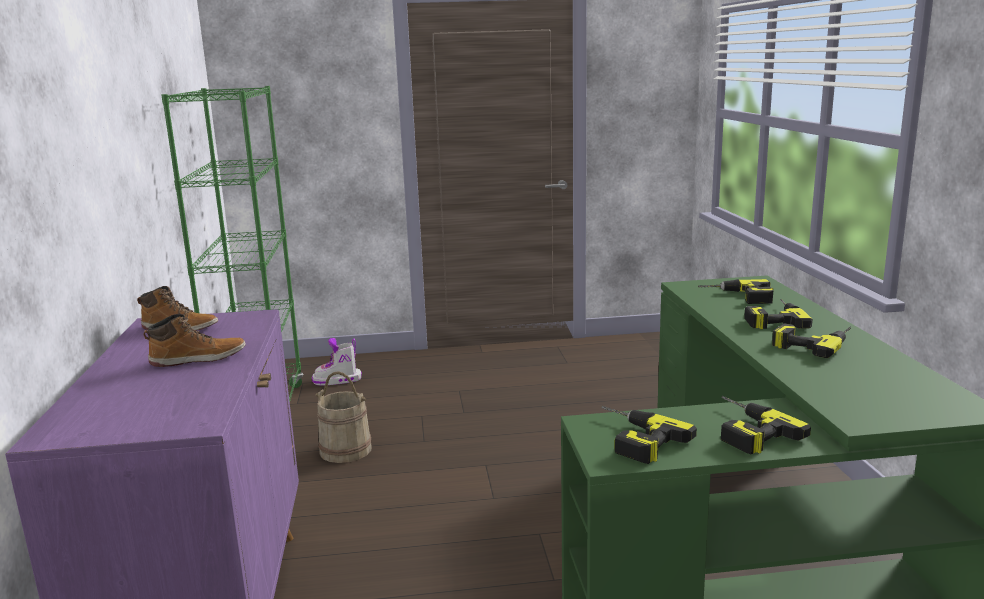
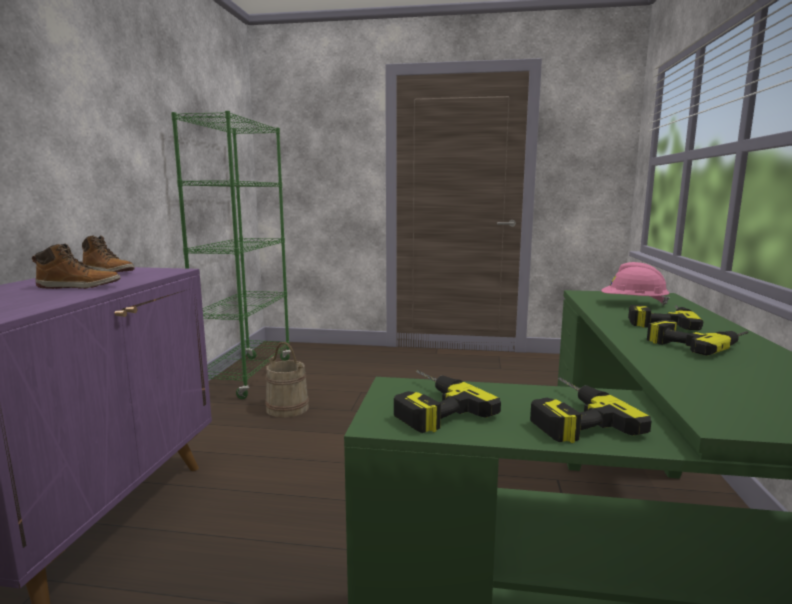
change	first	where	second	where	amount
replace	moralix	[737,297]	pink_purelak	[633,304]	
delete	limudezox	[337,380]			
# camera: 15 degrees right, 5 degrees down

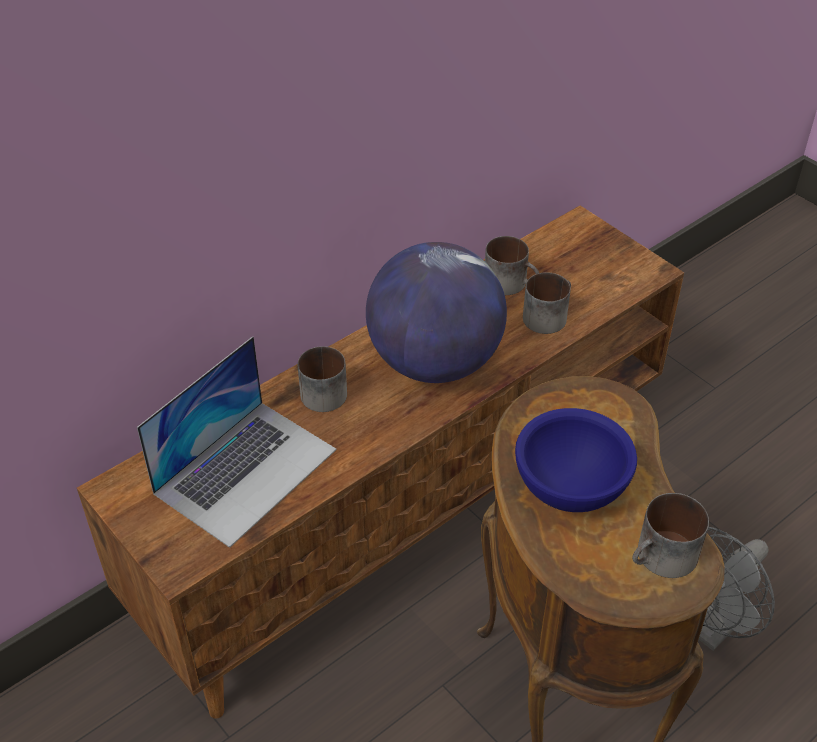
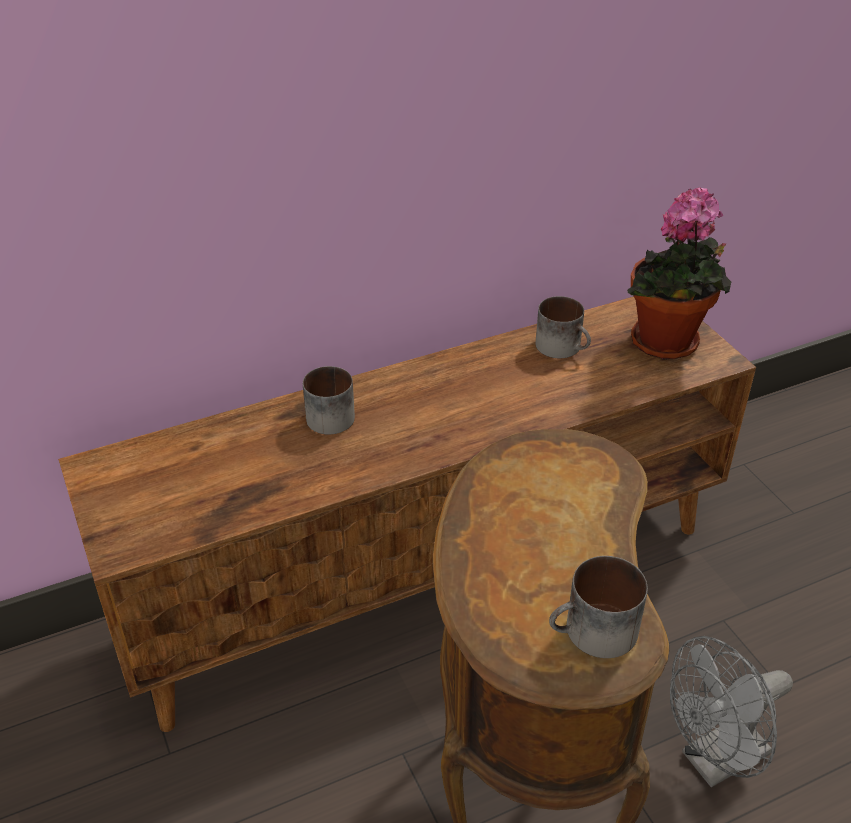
change	first	where	second	where	amount
insert			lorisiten	[667,345]	
delete	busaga	[246,470]			
delete	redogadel	[434,362]			
delete	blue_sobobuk	[572,488]			
delete	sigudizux	[547,315]			
# camera: 15 degrees right, 5 degrees down

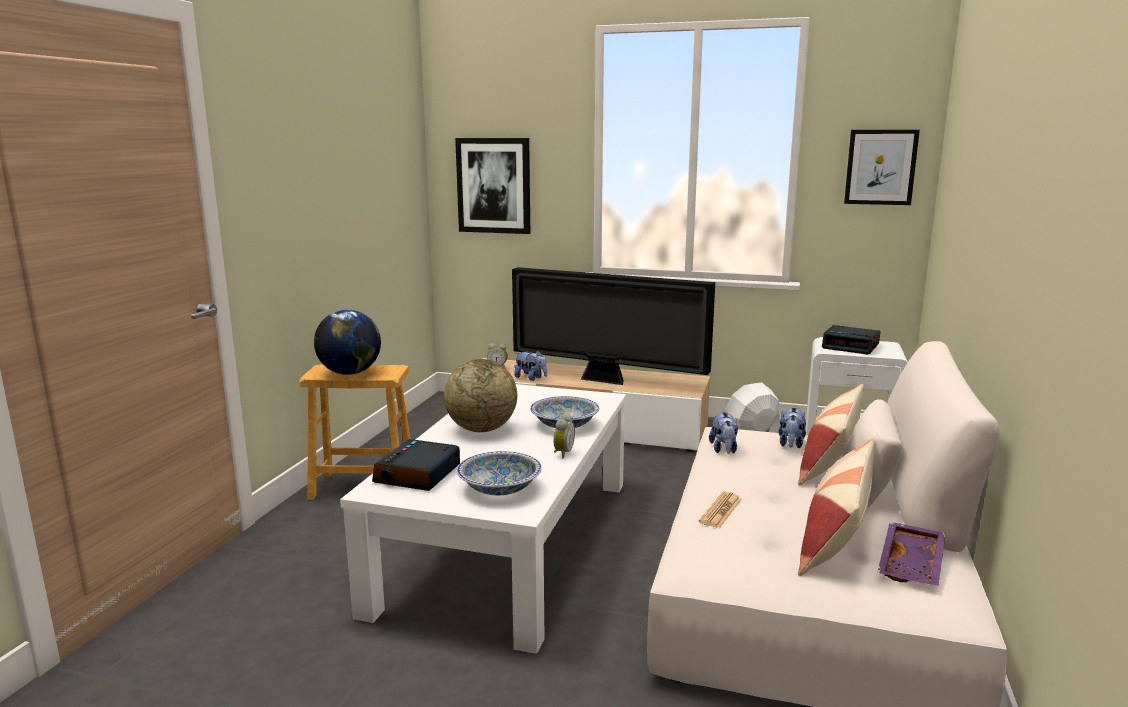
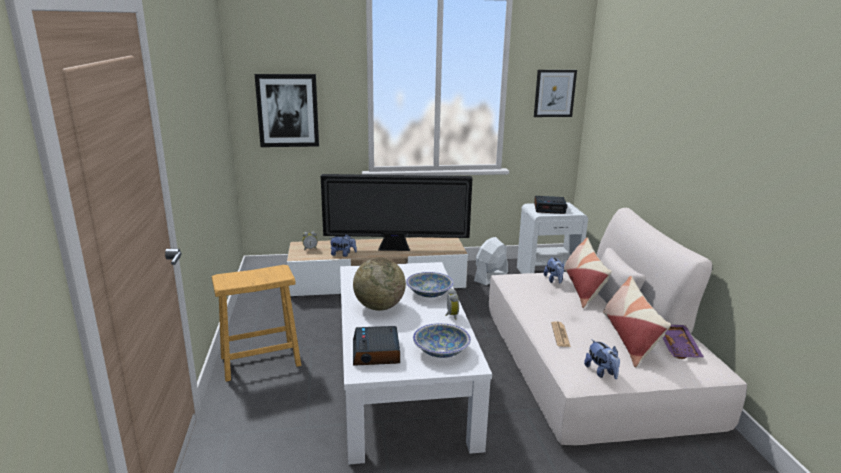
change	first	where	second	where	amount
move	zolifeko	[724,450]		[601,372]	
delete	redogadel	[350,373]			
# camera: 25 degrees left, 5 degrees up

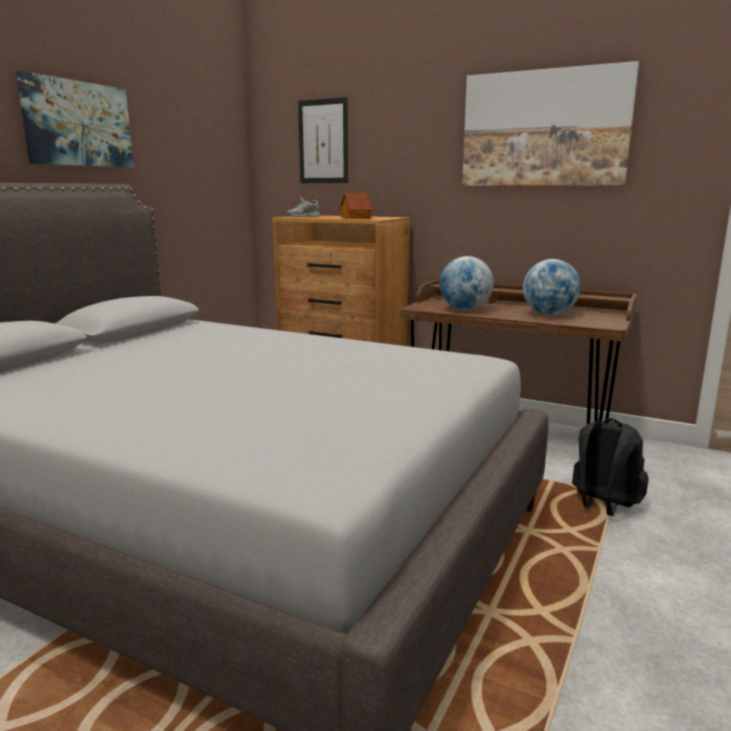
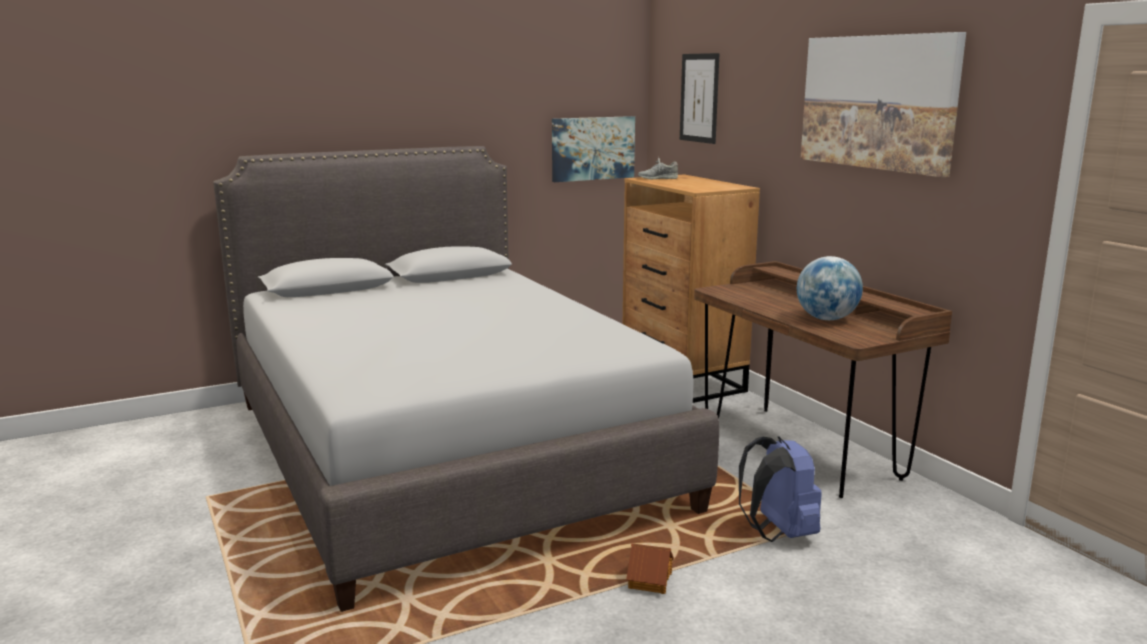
change	first	where	second	where	amount
move	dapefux	[78,124]		[592,148]	
move	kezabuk	[355,218]		[649,580]	
recolor	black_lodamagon	[603,507]	blue_lodamagon	[778,533]	
delete	redogadel	[465,310]			
# camera: 35 degrees right, 0 degrees up

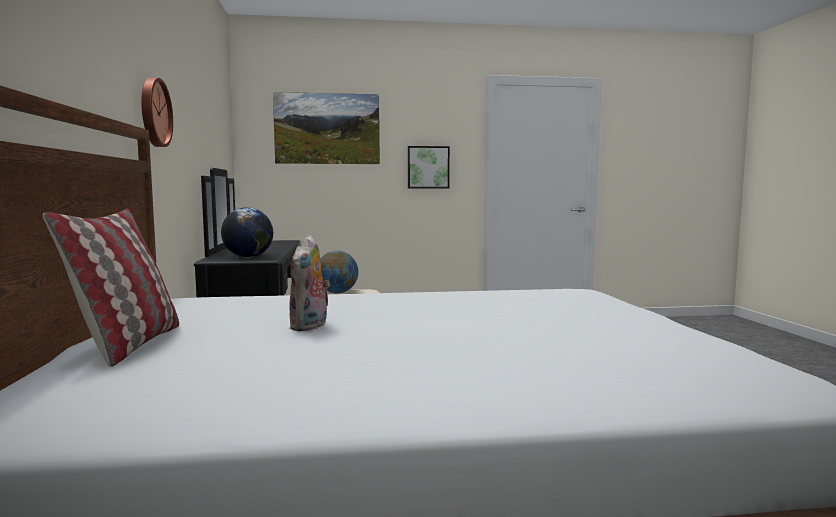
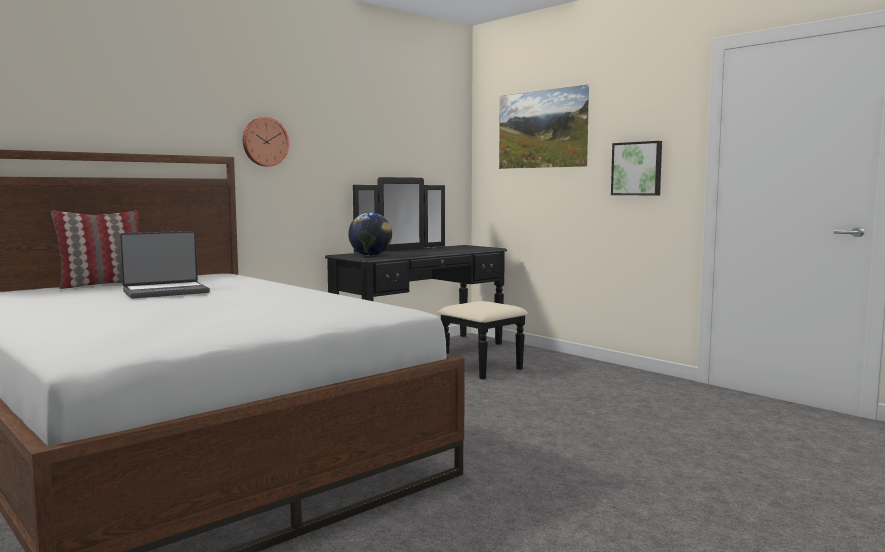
change	first	where	second	where	amount
replace	zolifeko	[310,326]	busaga	[166,292]	
delete	redogadel	[337,293]			
# camera: 55 degrees right, 0 degrees up

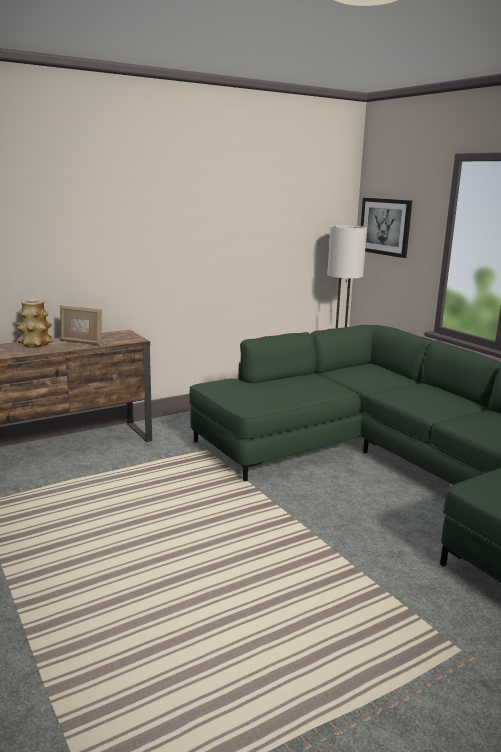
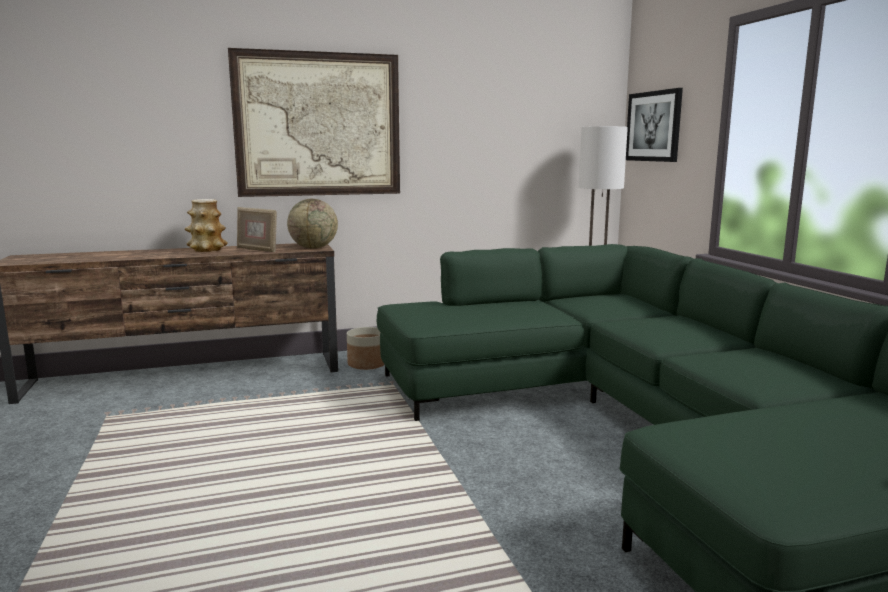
change	first	where	second	where	amount
insert			dapefux	[318,125]	
insert			redogadel	[313,248]	
insert			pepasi	[367,364]	
# camera: 15 degrees right, 5 degrees down

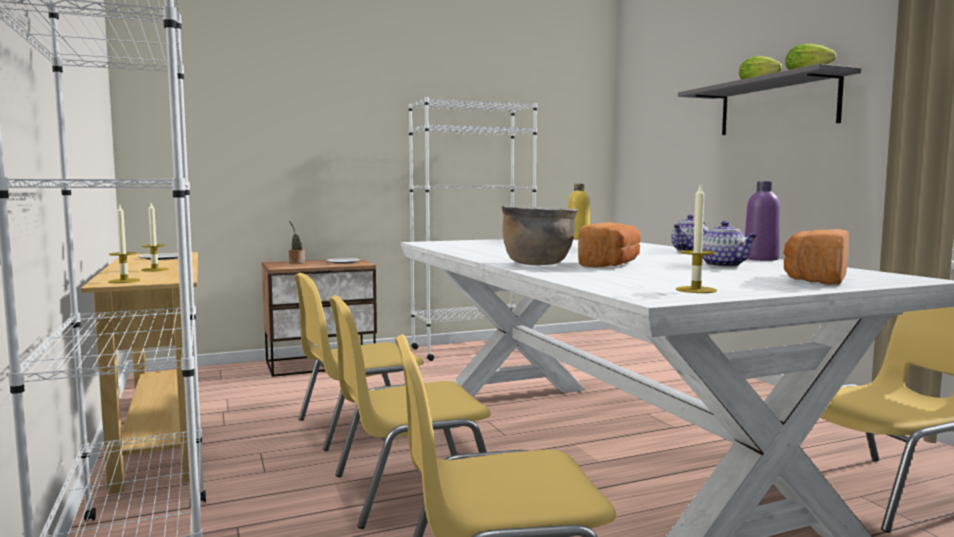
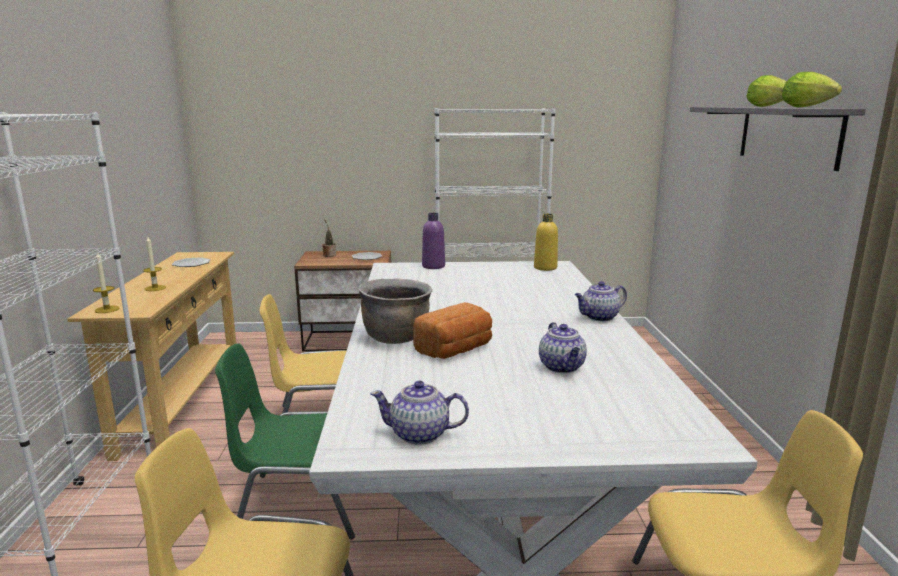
change	first	where	second	where	amount
recolor	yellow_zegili	[410,489]	green_zegili	[301,503]	
replace	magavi	[696,290]	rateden	[420,434]	
move	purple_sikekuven	[760,259]		[433,266]	
delete	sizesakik	[814,279]			
# camera: 20 degrees right, 10 degrees up

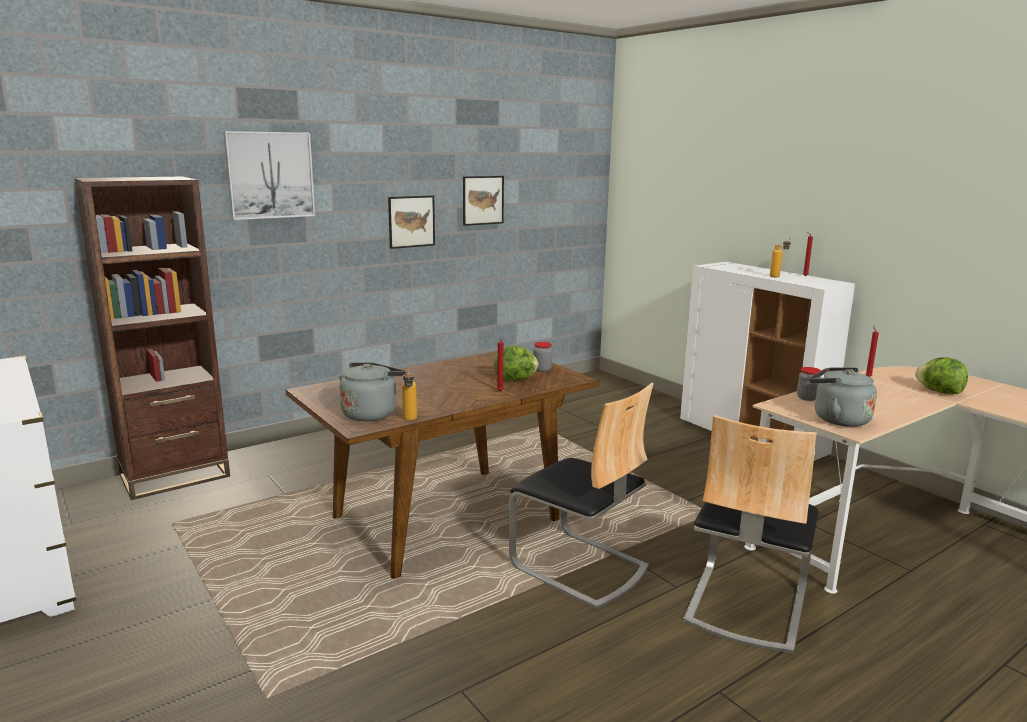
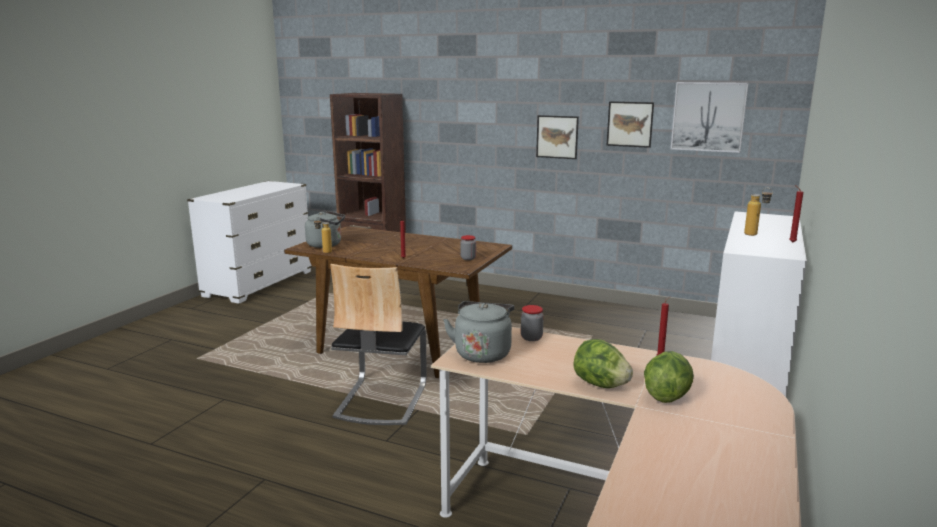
change	first	where	second	where	amount
move	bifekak	[515,379]		[600,384]	
move	dapefux	[270,175]		[708,116]	
delete	zegili	[745,604]			
# camera: 60 degrees right, 0 degrees up

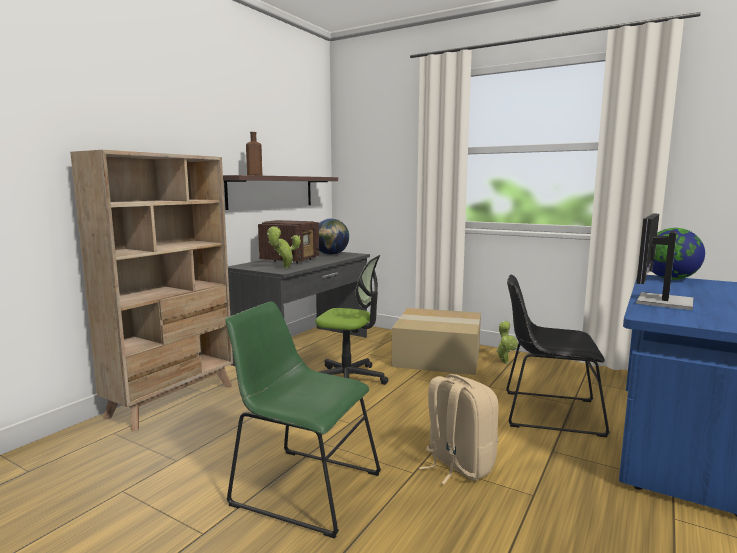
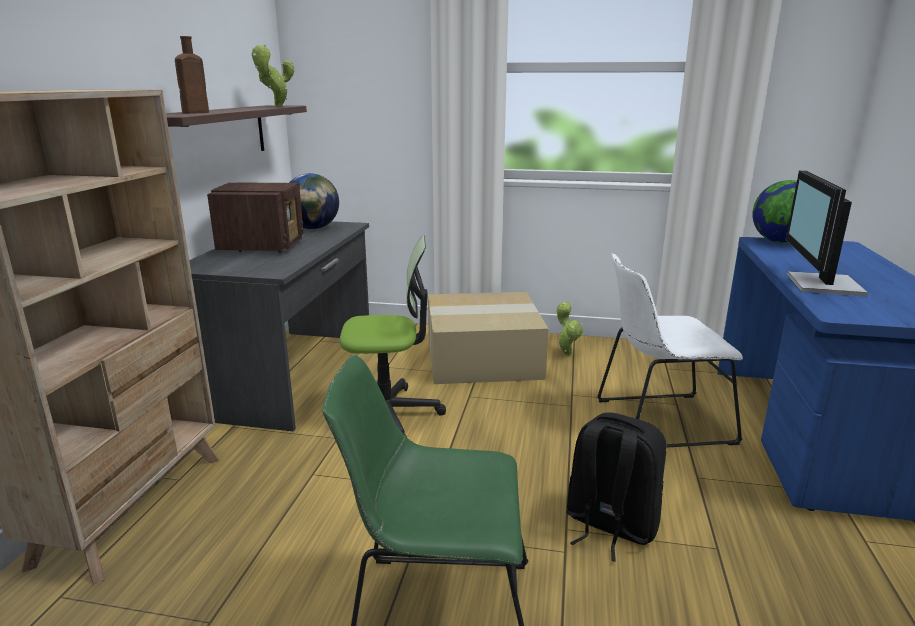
change	first	where	second	where	amount
move	lorisiten	[284,268]		[276,106]	
recolor	beige_lodamagon	[457,465]	black_lodamagon	[609,526]	
recolor	black_zegili	[546,412]	white_zegili	[657,421]	
# camera: 20 degrees left, 10 degrees up

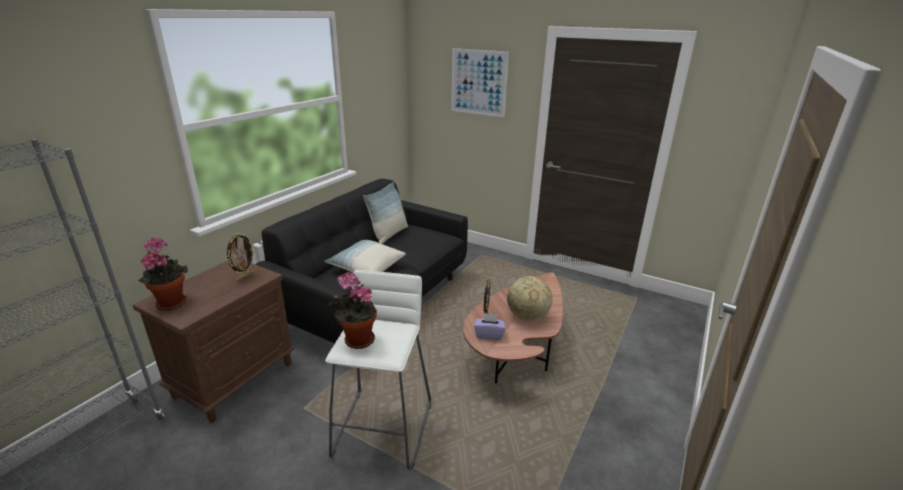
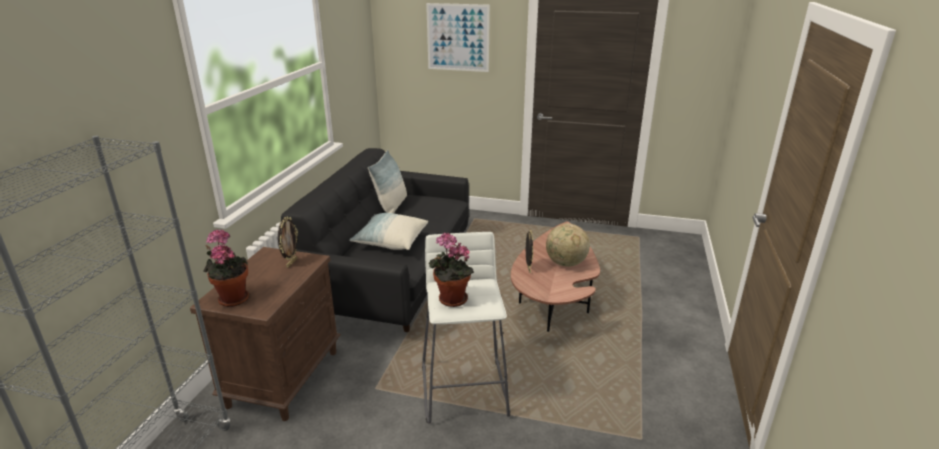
change	first	where	second	where	amount
delete	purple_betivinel	[489,334]			
# camera: 15 degrees left, 0 degrees up

